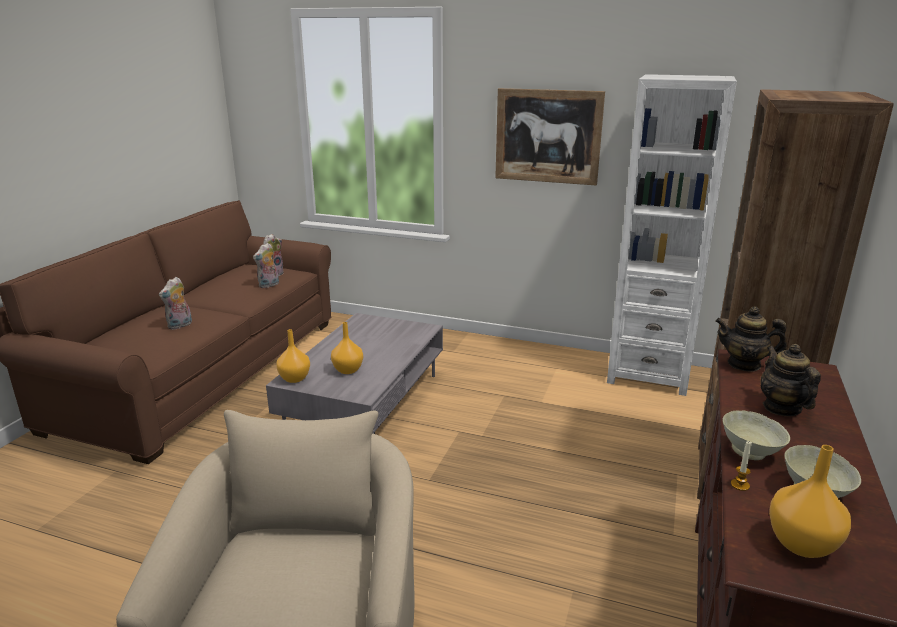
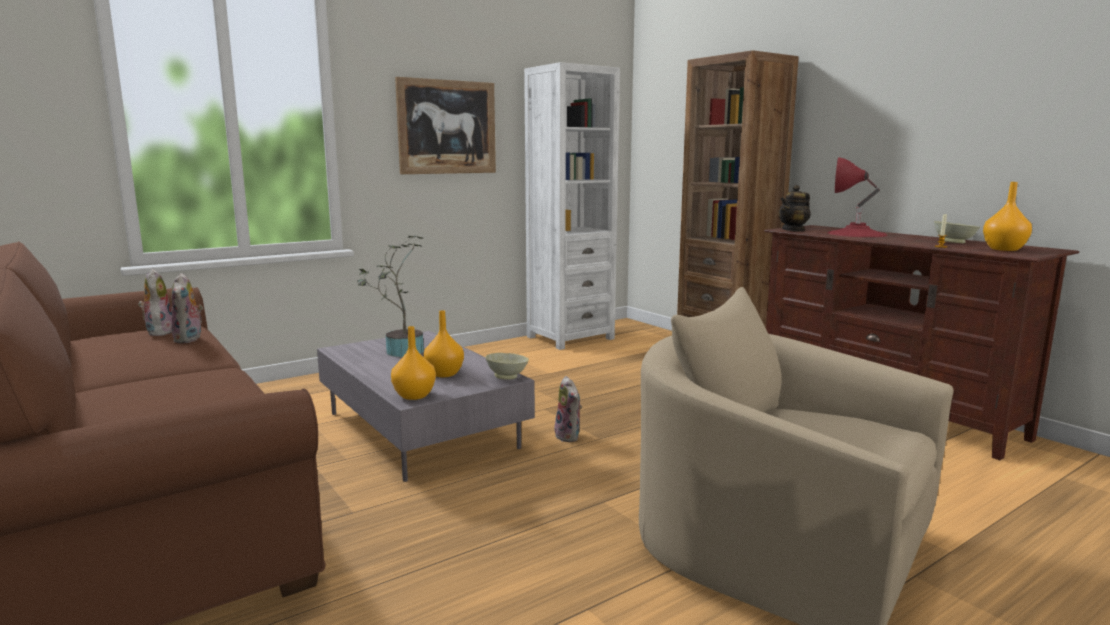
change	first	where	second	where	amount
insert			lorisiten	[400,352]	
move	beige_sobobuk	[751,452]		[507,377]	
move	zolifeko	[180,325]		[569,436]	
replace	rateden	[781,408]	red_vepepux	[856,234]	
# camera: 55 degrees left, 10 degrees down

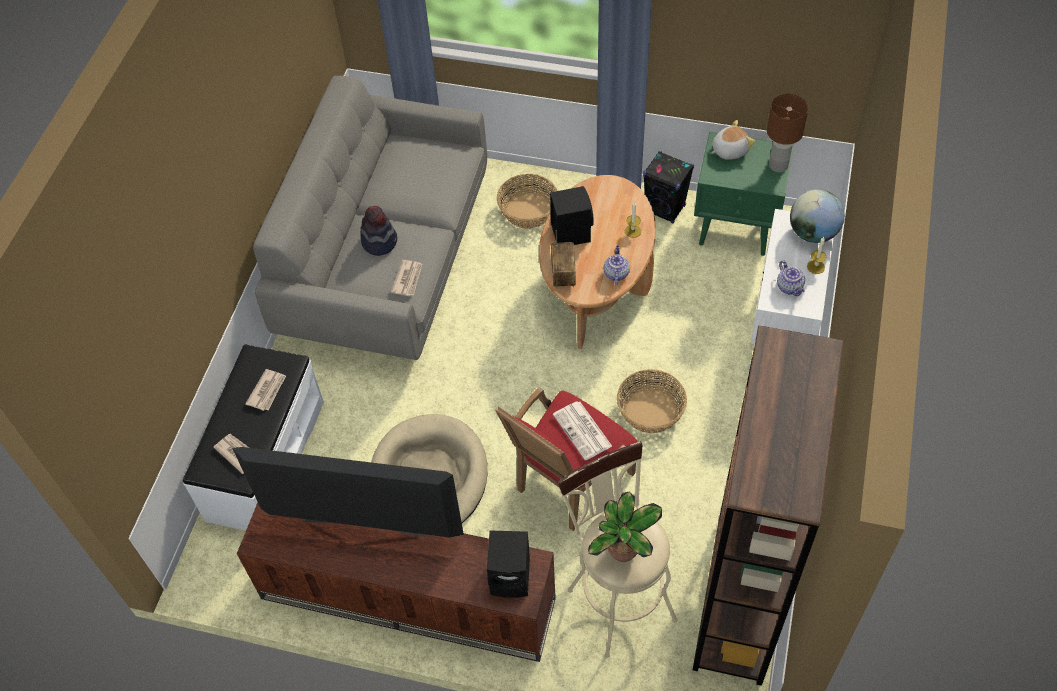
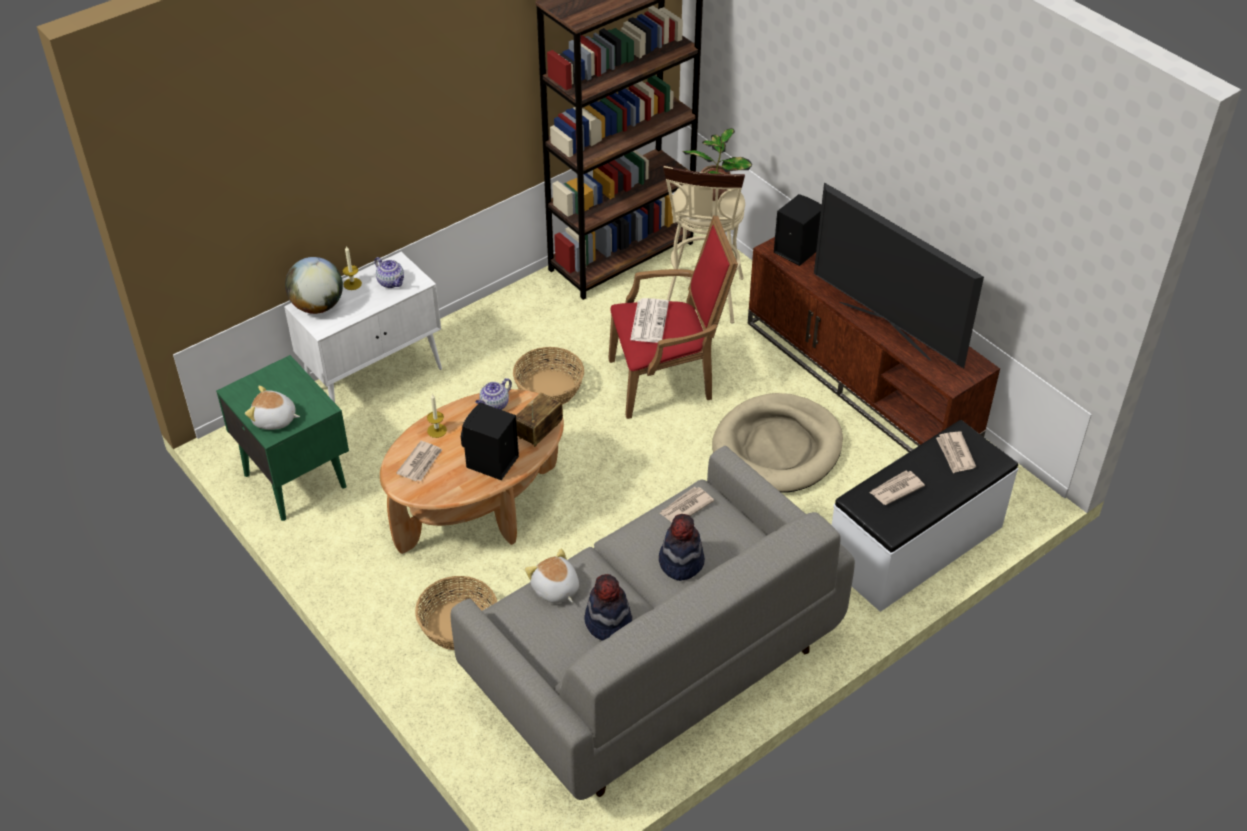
change	first	where	second	where	amount
rotate	rateden	[790,287]		[391,282]	120 degrees clockwise
insert			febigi	[421,463]	
insert			zolifeko	[555,589]	
insert			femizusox	[608,622]	
delete	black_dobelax	[665,209]			
delete	brown_vepepux	[777,165]			
# camera: 145 degrees left, 10 degrees down

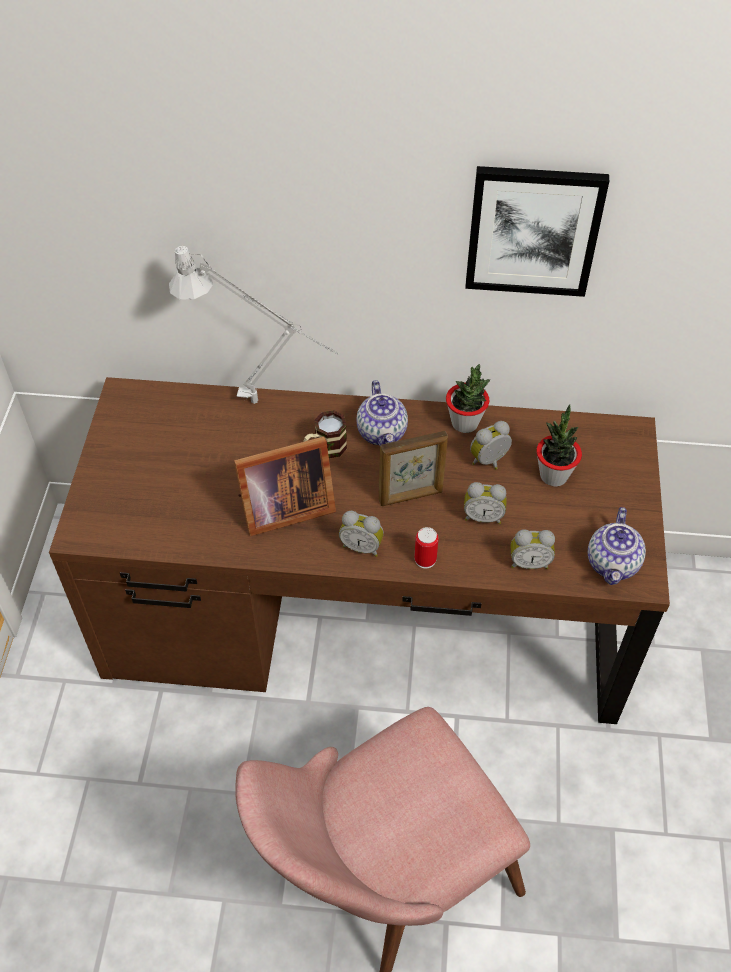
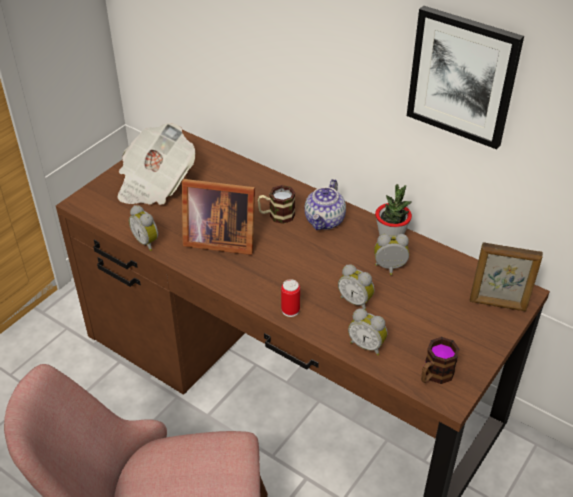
change	first	where	second	where	amount
insert			febigi	[155,183]	
move	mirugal	[362,546]		[147,241]	
replace	rateden	[613,564]	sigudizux	[434,375]	
move	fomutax	[411,496]		[498,304]	
delete	grey_vepepux	[265,404]			
delete	lorisiten	[553,475]			
# camera: 30 degrees right, 10 degrees down

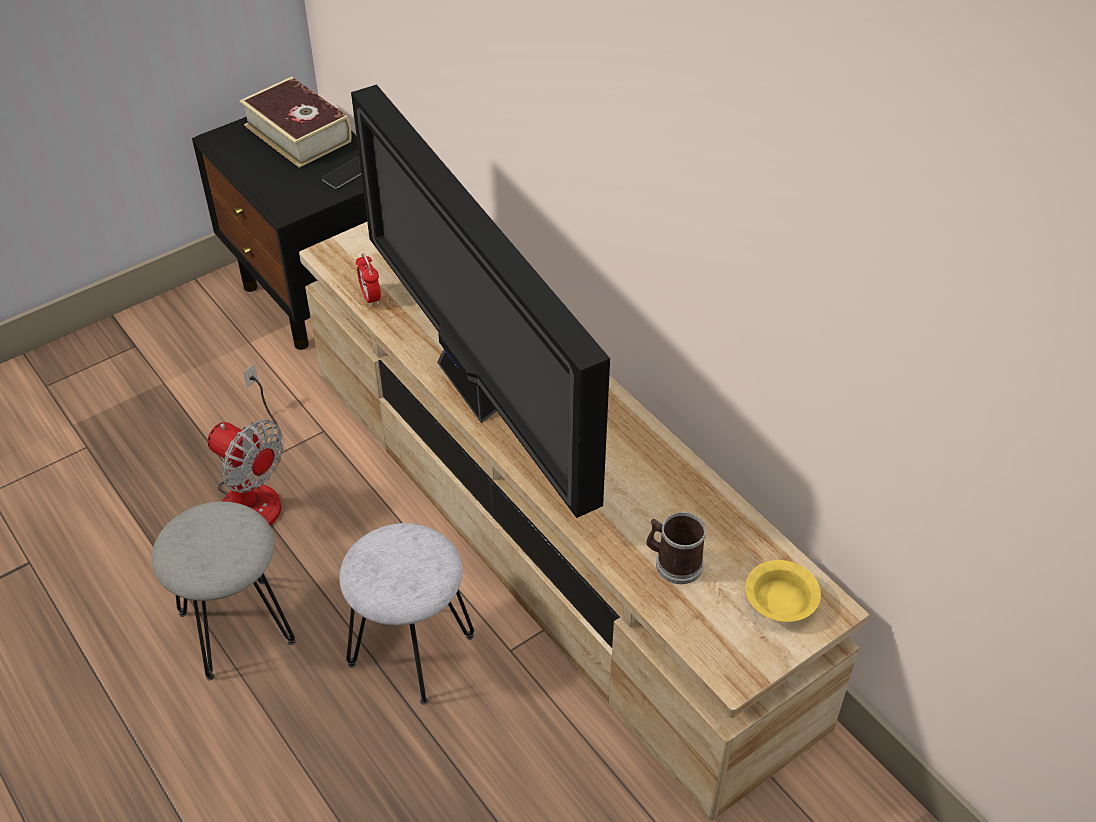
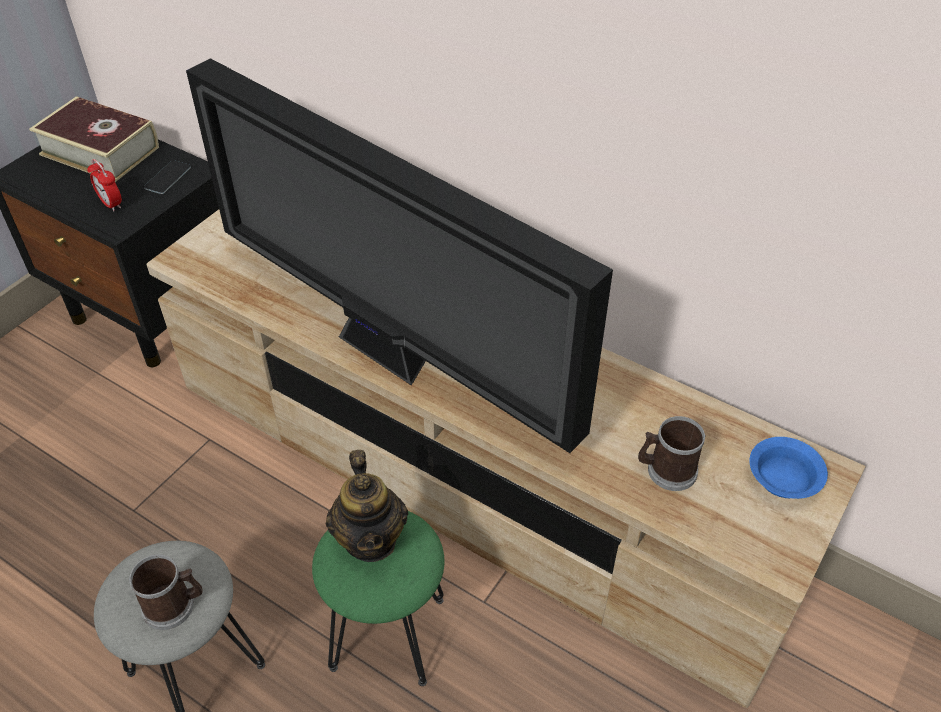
change	first	where	second	where	amount
move	mirugal	[370,297]		[111,204]	
insert			sigudizux	[174,605]	
recolor	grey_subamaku	[412,649]	green_subamaku	[388,632]	
insert			rateden	[371,539]	
recolor	yellow_sobobuk	[779,603]	blue_sobobuk	[782,481]	
delete	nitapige	[253,491]			
# camera: 20 degrees left, 0 degrees up

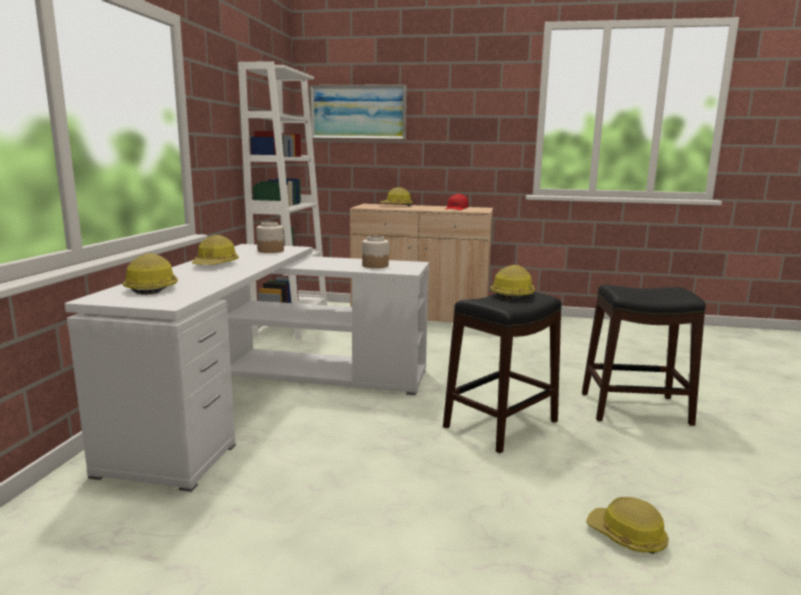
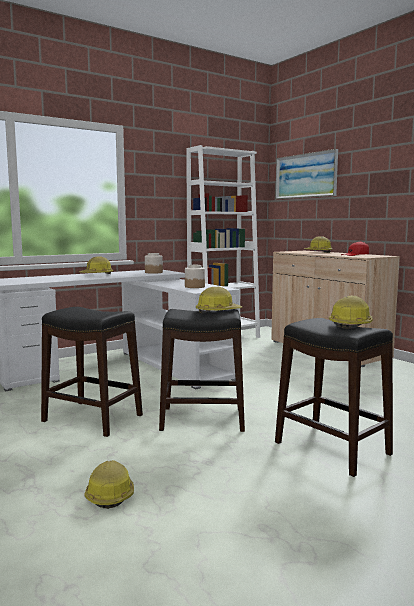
change	first	where	second	where	amount
insert			black_subamaku	[92,418]	
move	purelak	[152,288]		[351,324]	
# camera: 45 degrees right, 5 degrees down

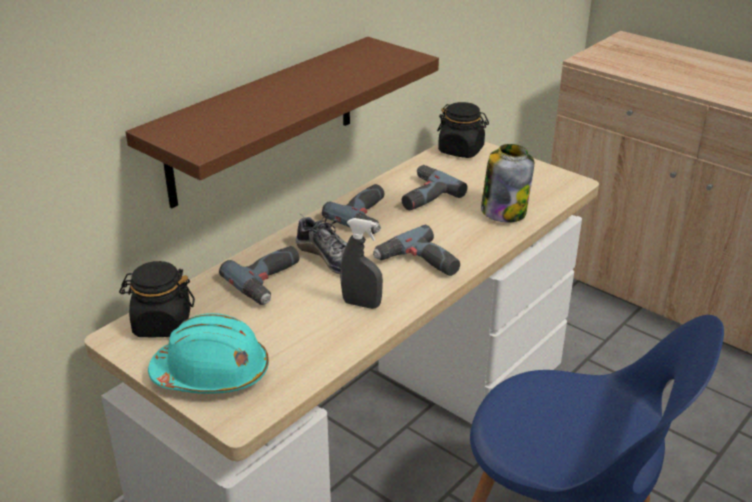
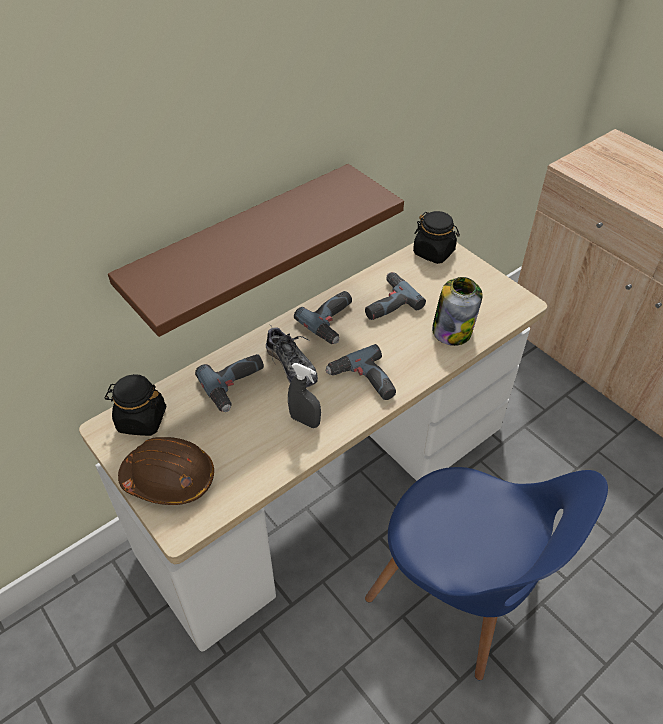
change	first	where	second	where	amount
recolor	turquoise_purelak	[212,374]	brown_purelak	[169,479]	
# camera: 10 degrees right, 15 degrees up

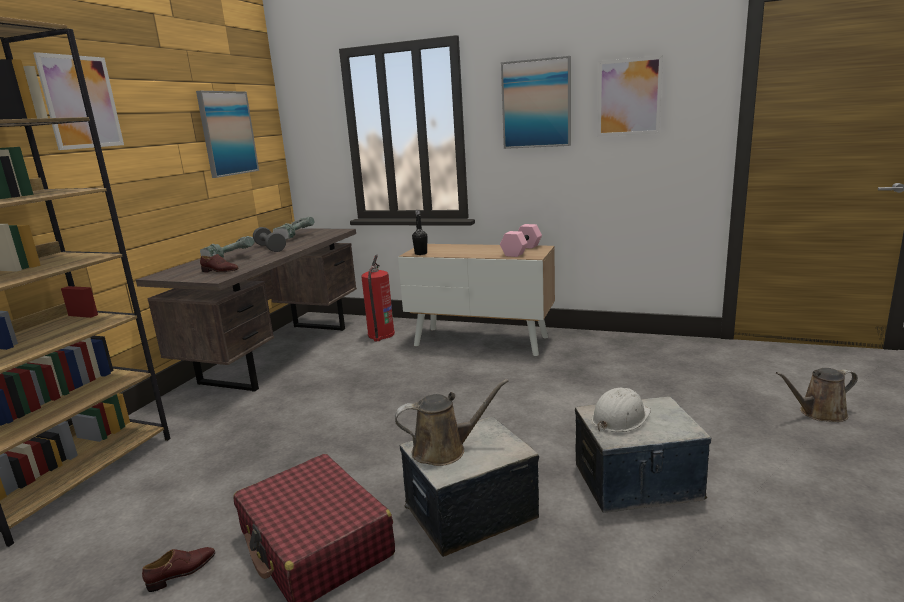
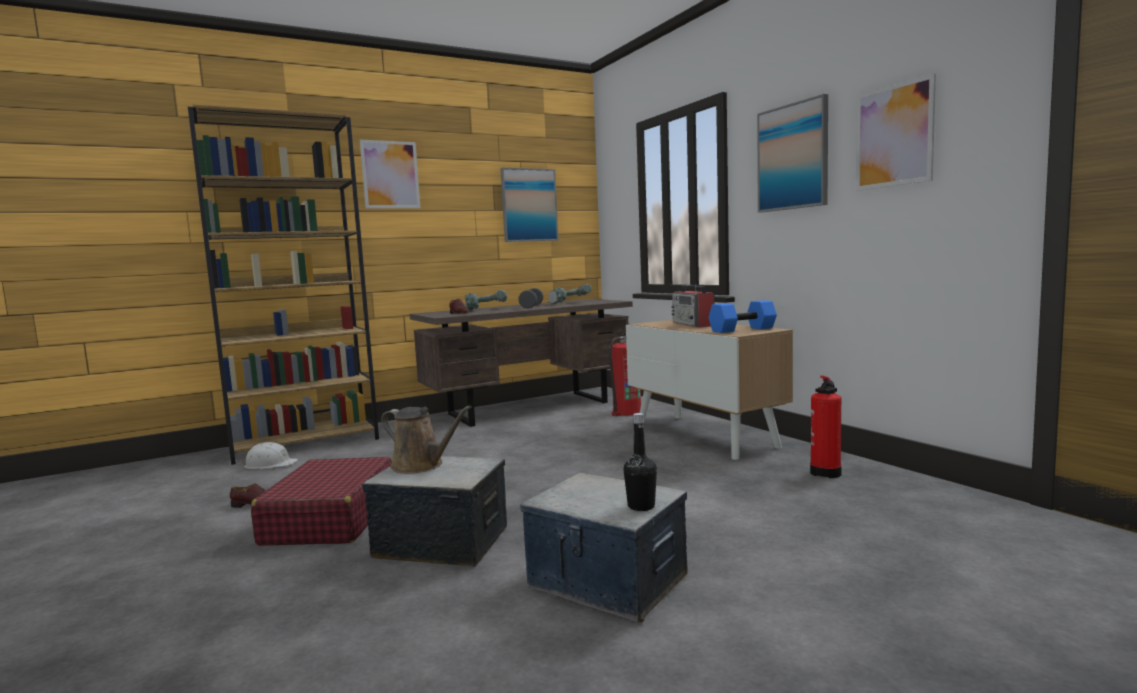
change	first	where	second	where	amount
move	white_purelak	[620,418]		[270,464]	
move	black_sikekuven	[421,253]		[641,506]	
insert			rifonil	[693,324]	
recolor	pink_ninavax	[521,250]	blue_ninavax	[742,329]	
insert			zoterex	[827,472]	
delete	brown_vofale	[819,413]			
# camera: 40 degrees right, 10 degrees down

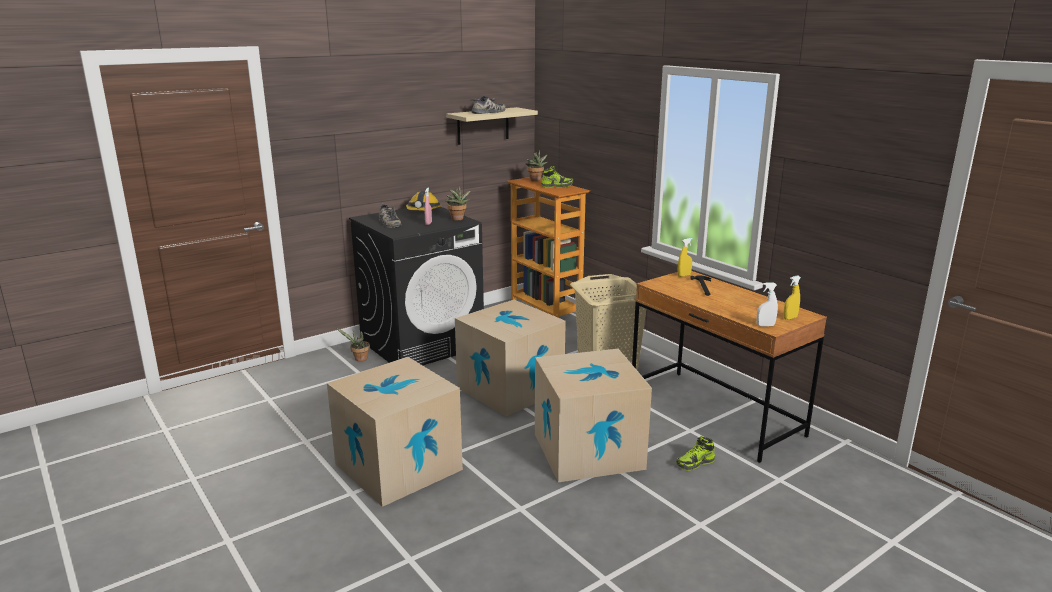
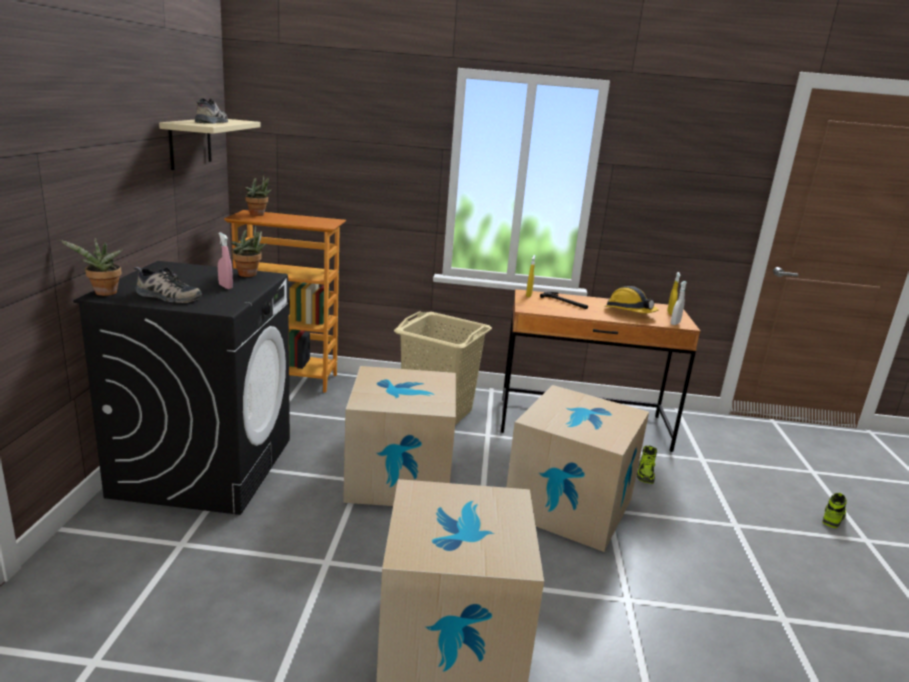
change	first	where	second	where	amount
move	lorisiten	[359,359]		[104,294]	
move	purelak	[423,211]		[629,312]	
move	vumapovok	[557,186]		[832,517]	
# camera: 50 degrees left, 0 degrees up

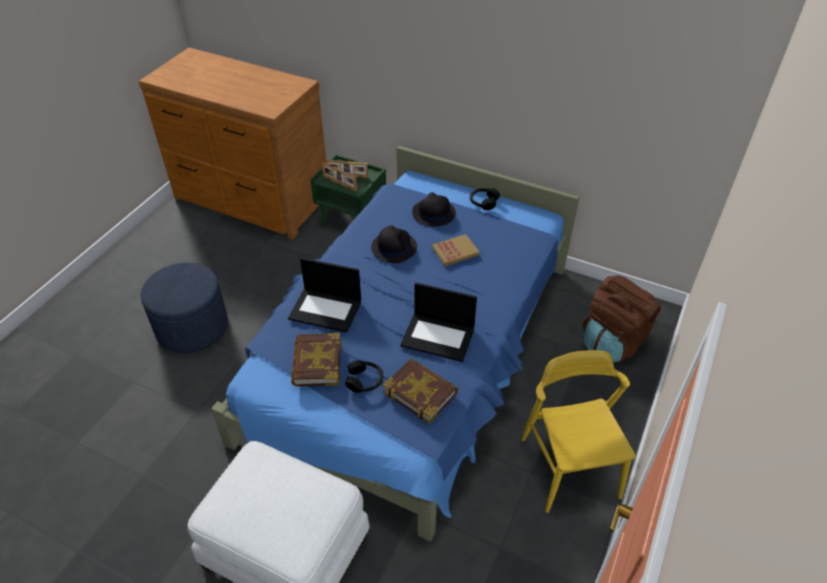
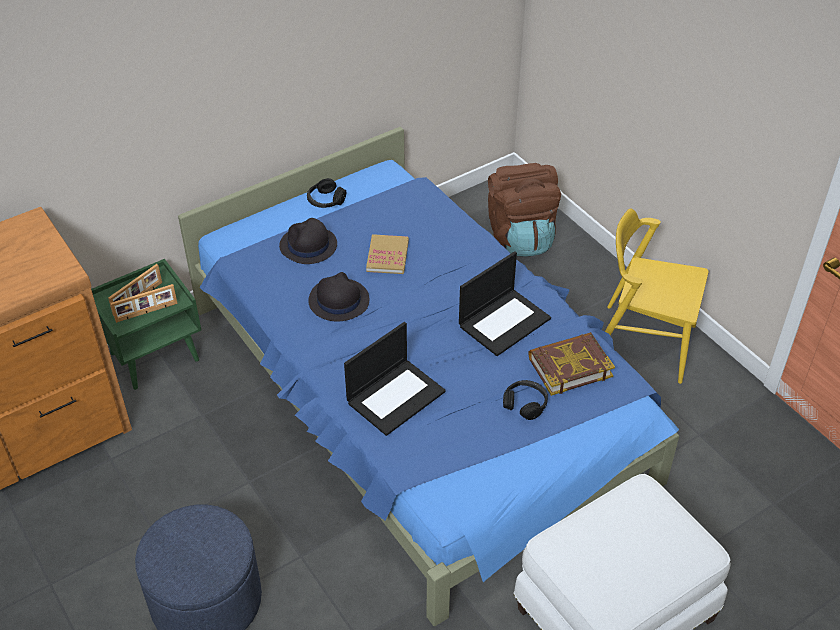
change	first	where	second	where	amount
delete	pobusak	[316,363]			
# camera: 60 degrees left, 0 degrees up

